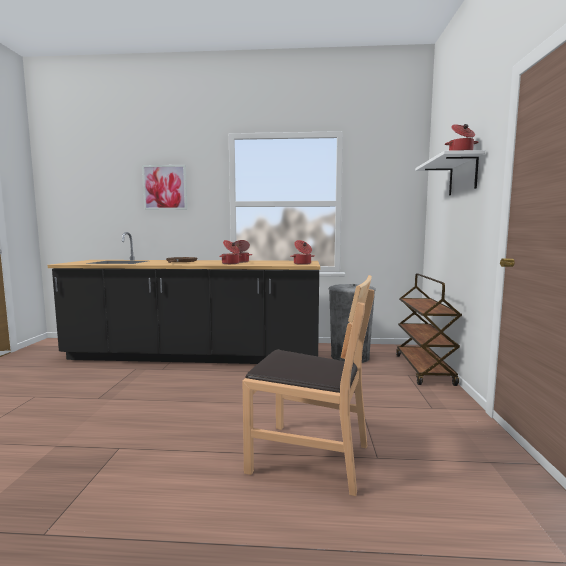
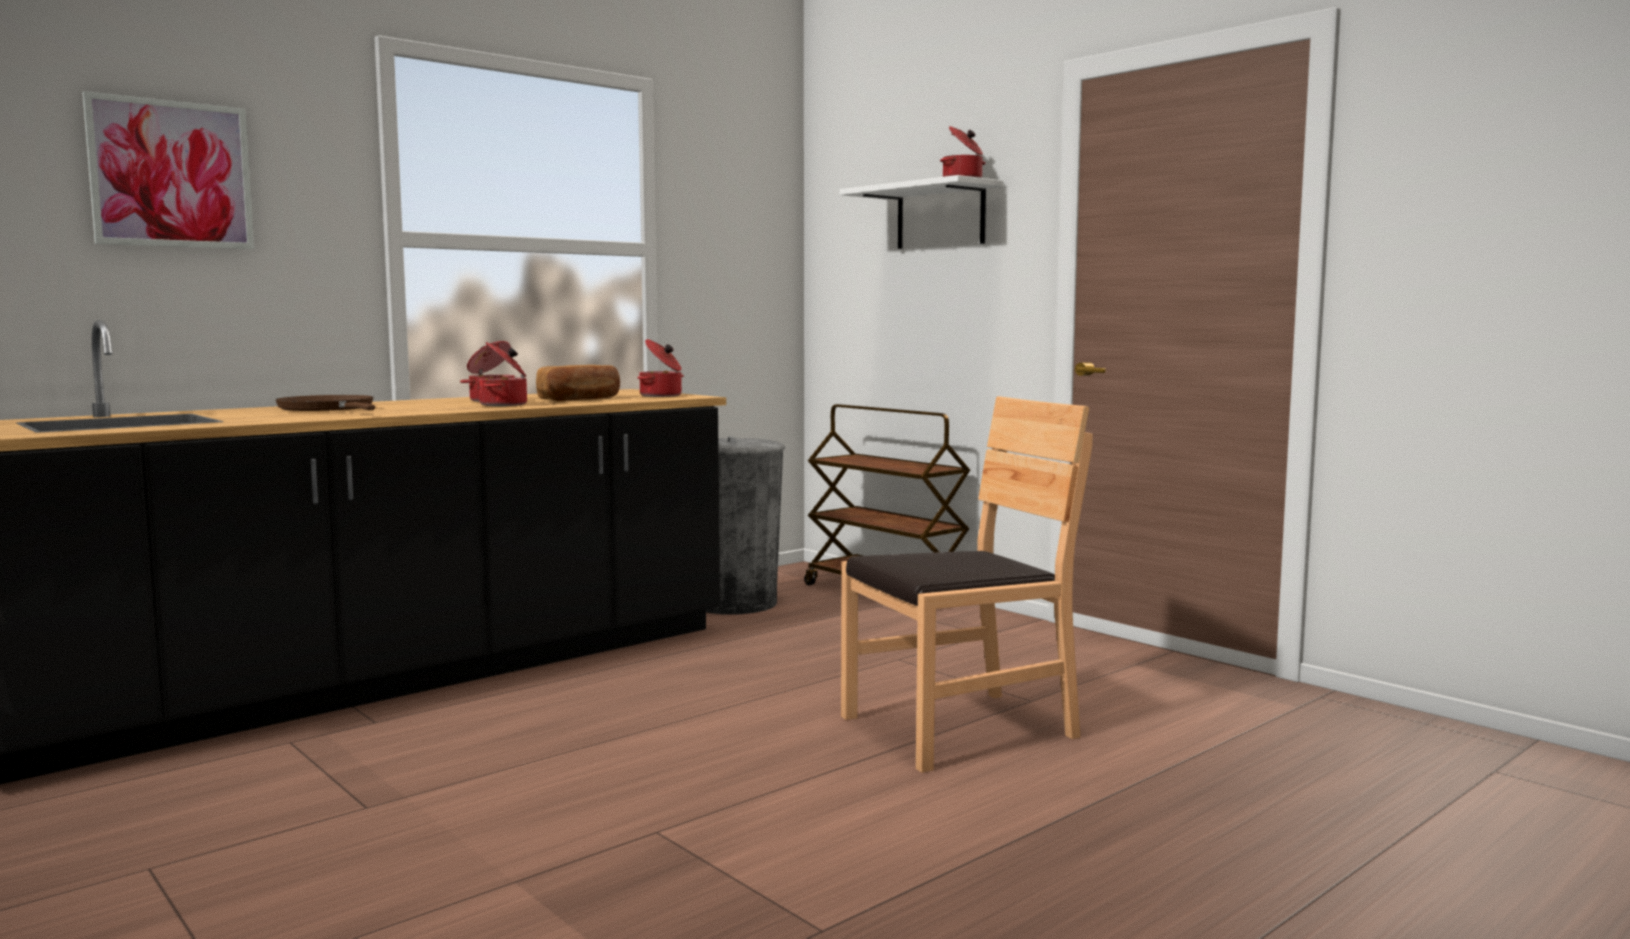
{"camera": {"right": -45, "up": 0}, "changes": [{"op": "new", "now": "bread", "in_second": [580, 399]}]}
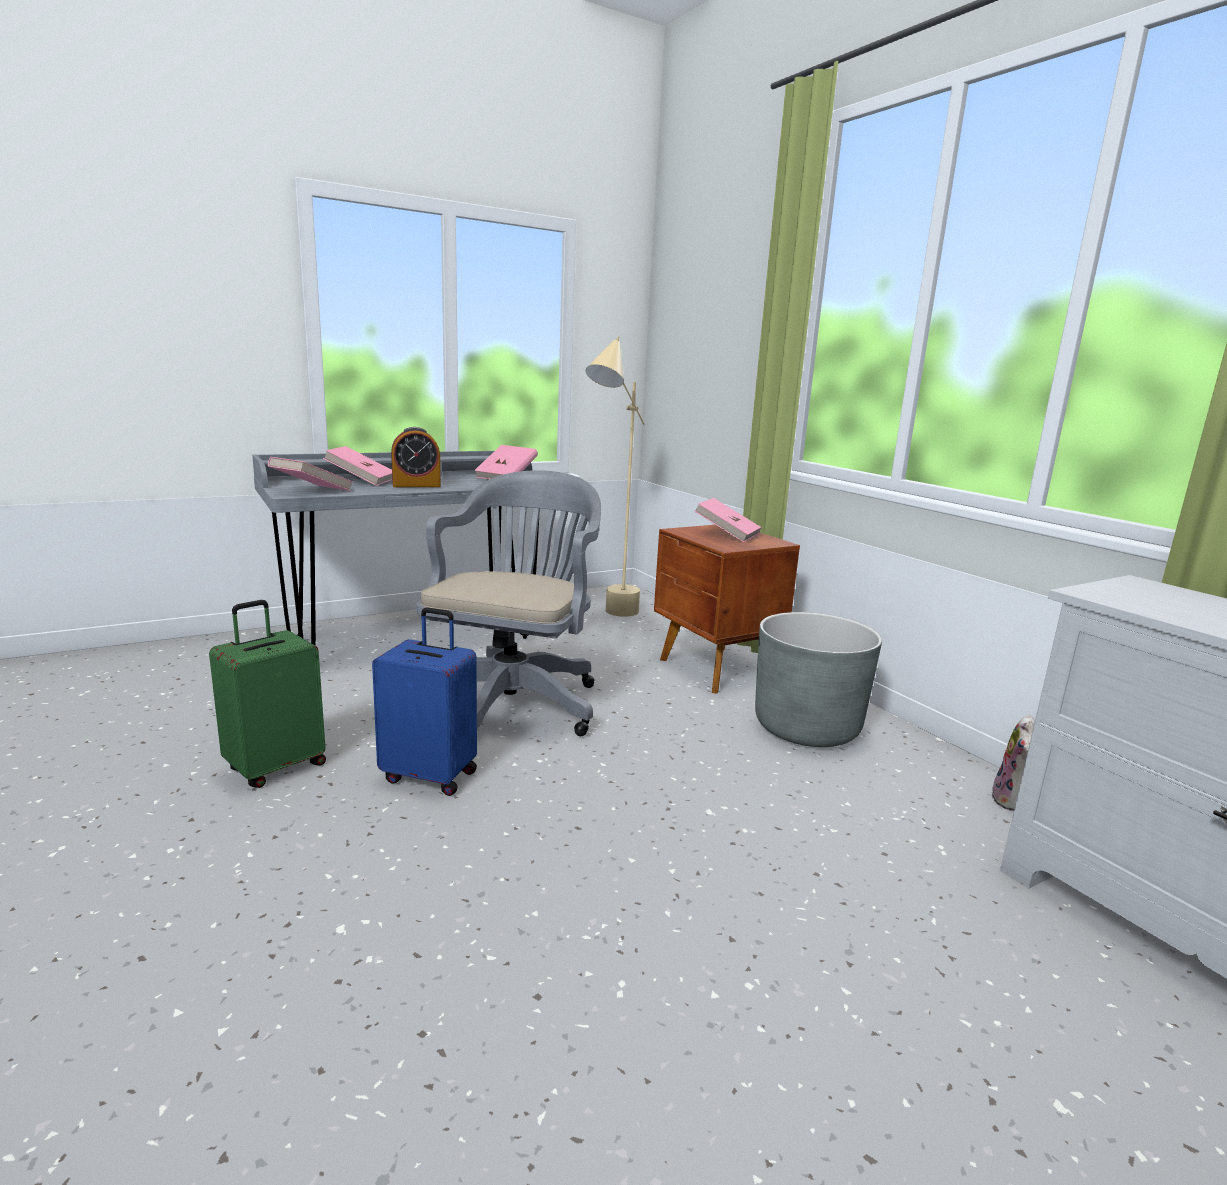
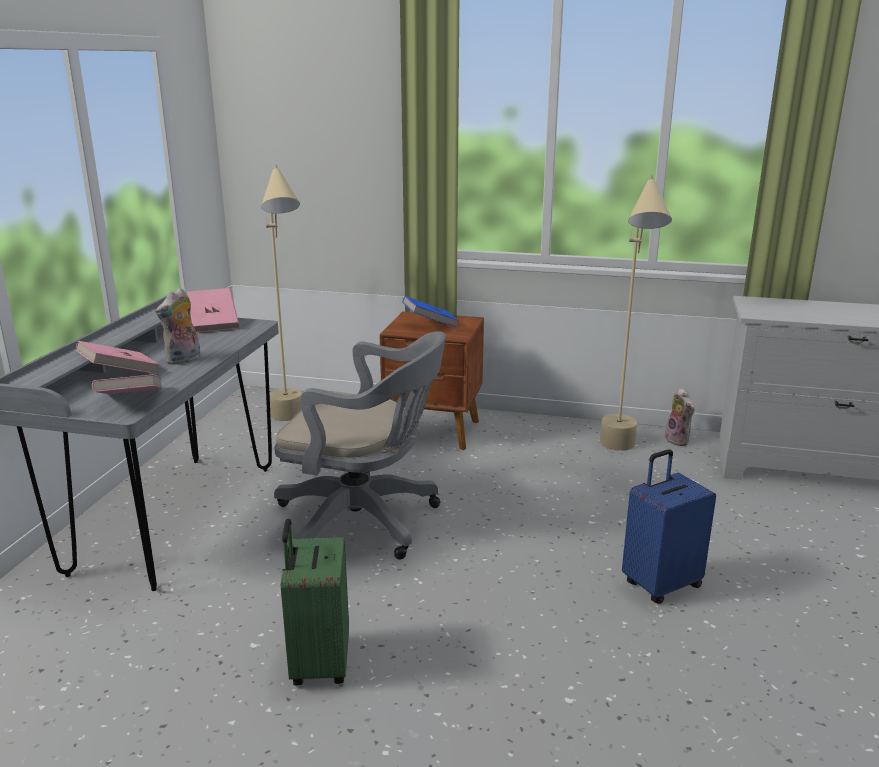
{"camera": {"right": -45, "up": 5}, "changes": [{"op": "swapped", "was": "bedside clock", "now": "plush toy", "in_first": [416, 485], "in_second": [184, 360]}, {"op": "rotated", "was": "gray office chair", "in_first": [514, 701], "in_second": [365, 521], "clockwise": 135}, {"op": "repainted", "was": "pink-coloured book", "now": "bluish book", "in_first": [726, 535], "in_second": [430, 324]}, {"op": "shifted", "was": "bluish piece of luggage", "in_first": [431, 775], "in_second": [660, 584]}, {"op": "gone", "was": "gray flower pot", "in_first": [806, 727]}, {"op": "new", "now": "beige-coloured standing lamp", "in_second": [621, 456]}]}
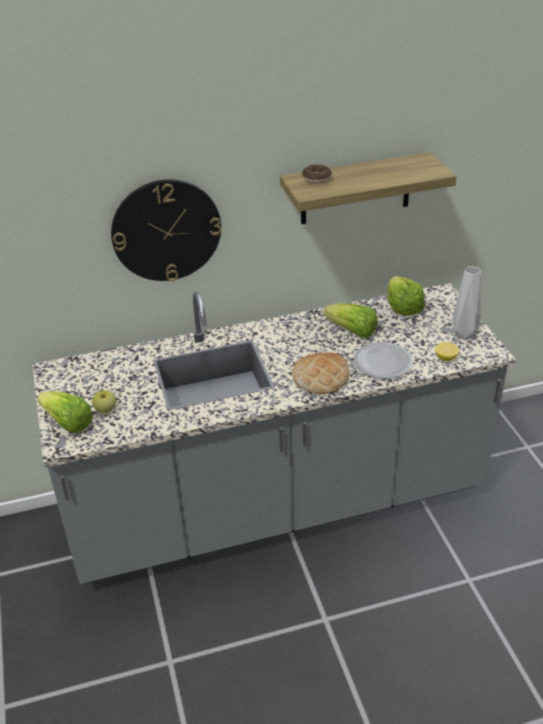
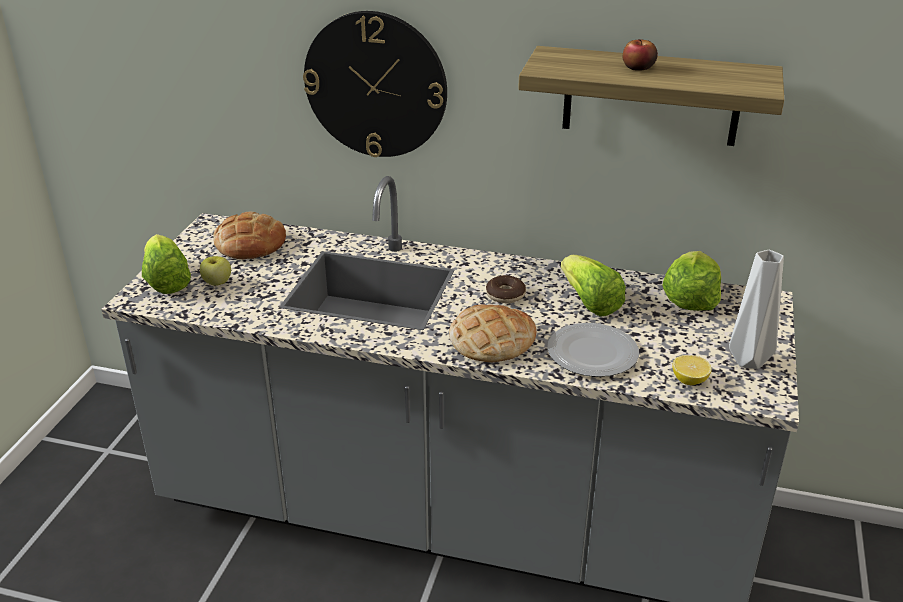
{"camera": {"right": 30, "up": -5}, "changes": [{"op": "shifted", "was": "ring doughnut", "in_first": [316, 178], "in_second": [505, 295]}, {"op": "new", "now": "whole apple", "in_second": [638, 68]}, {"op": "new", "now": "bread", "in_second": [250, 243]}]}
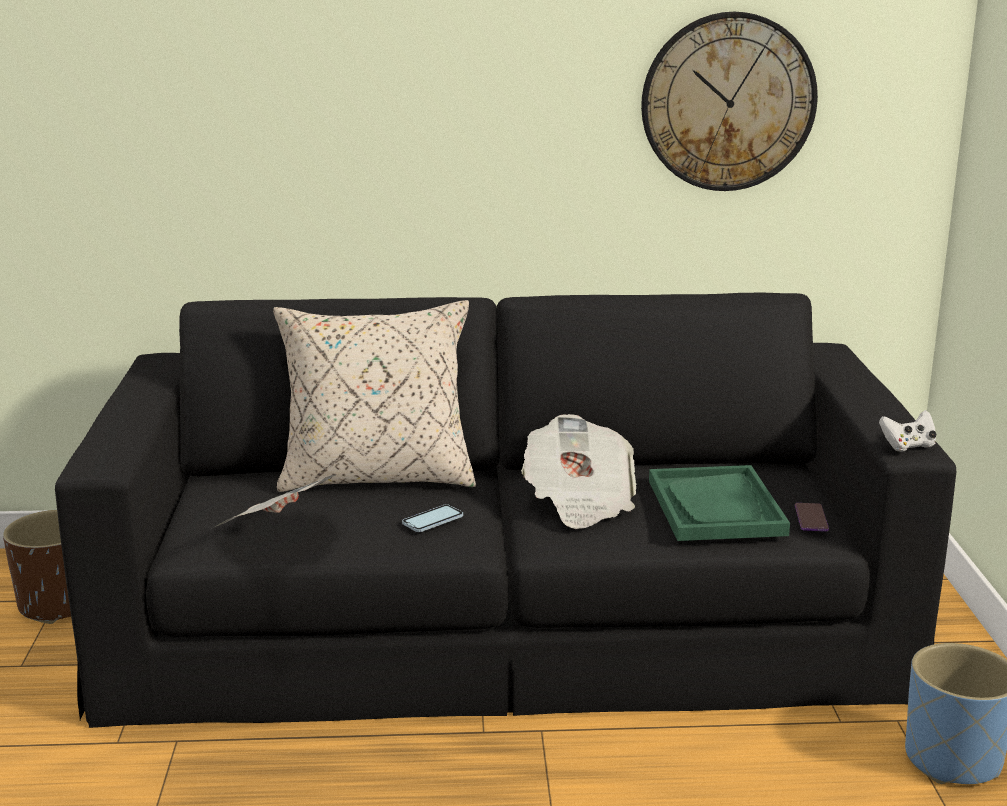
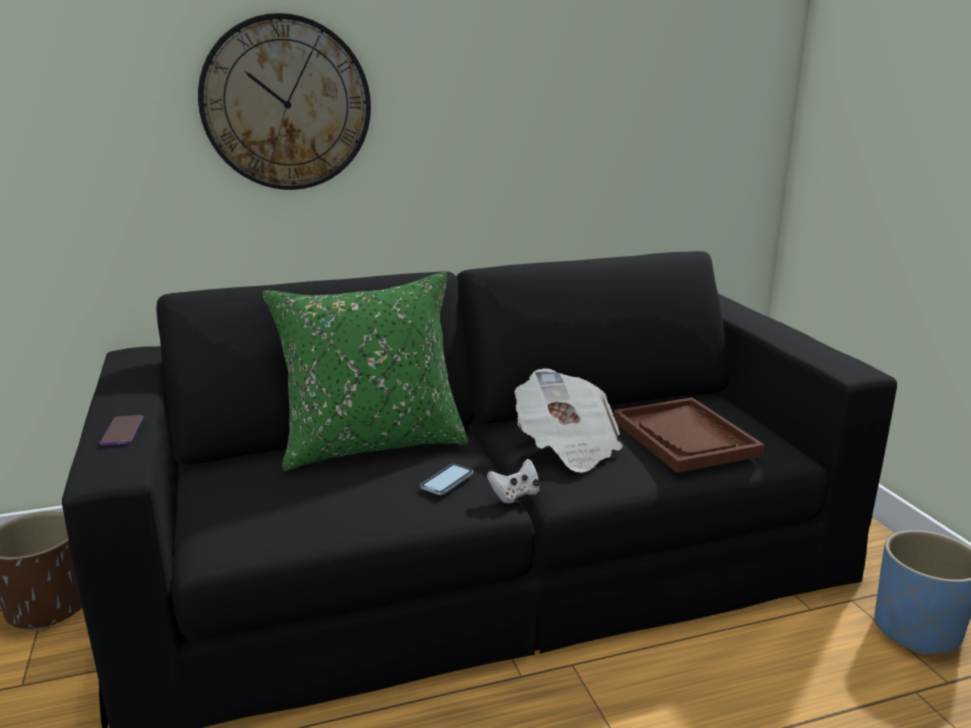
{"camera": {"right": -15, "up": 0}, "changes": [{"op": "shifted", "was": "hanging clock", "in_first": [728, 102], "in_second": [286, 104]}, {"op": "repainted", "was": "beige-coloured throw pillow", "now": "green-coloured throw pillow", "in_first": [377, 477], "in_second": [372, 444]}, {"op": "shifted", "was": "white game controller", "in_first": [908, 446], "in_second": [515, 495]}, {"op": "repainted", "was": "green-coloured serving tray", "now": "brownish serving tray", "in_first": [716, 507], "in_second": [685, 437]}, {"op": "gone", "was": "printed paper", "in_first": [274, 533]}, {"op": "shifted", "was": "handset", "in_first": [811, 518], "in_second": [122, 431]}]}
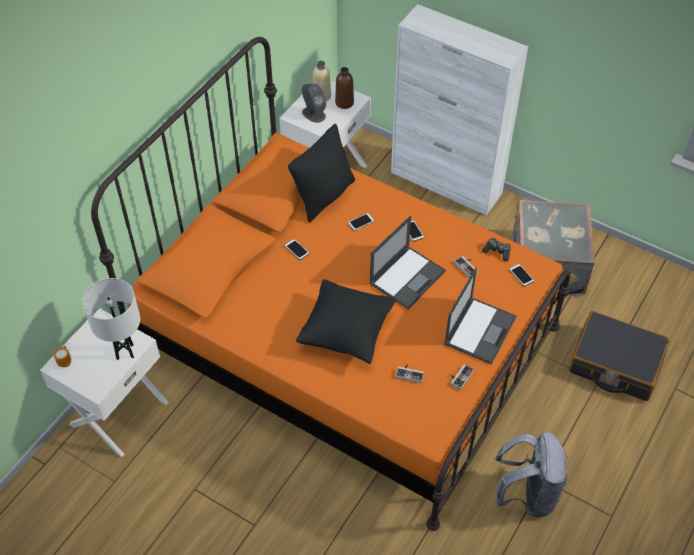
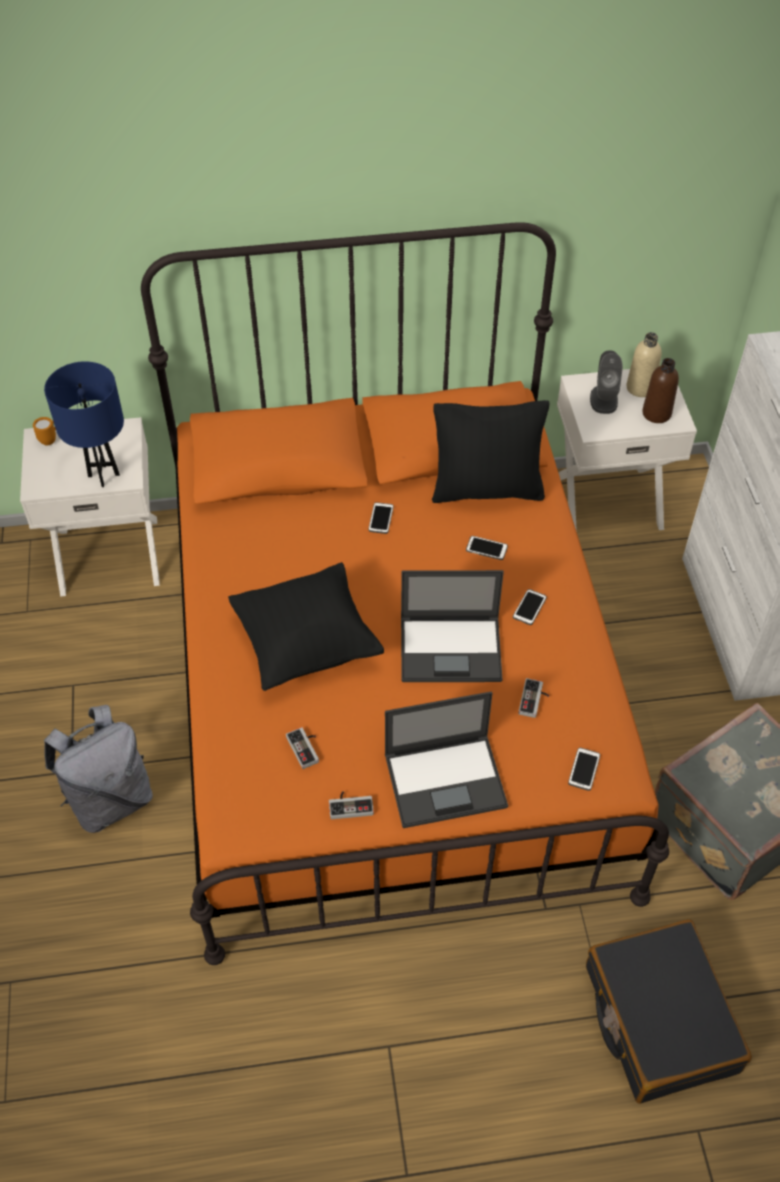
{"camera": {"right": 50, "up": 0}, "changes": [{"op": "gone", "was": "game controller", "in_first": [497, 251]}, {"op": "repainted", "was": "white table lamp", "now": "bluish table lamp", "in_first": [125, 352], "in_second": [104, 475]}, {"op": "shifted", "was": "gray backpack", "in_first": [527, 494], "in_second": [110, 799]}]}
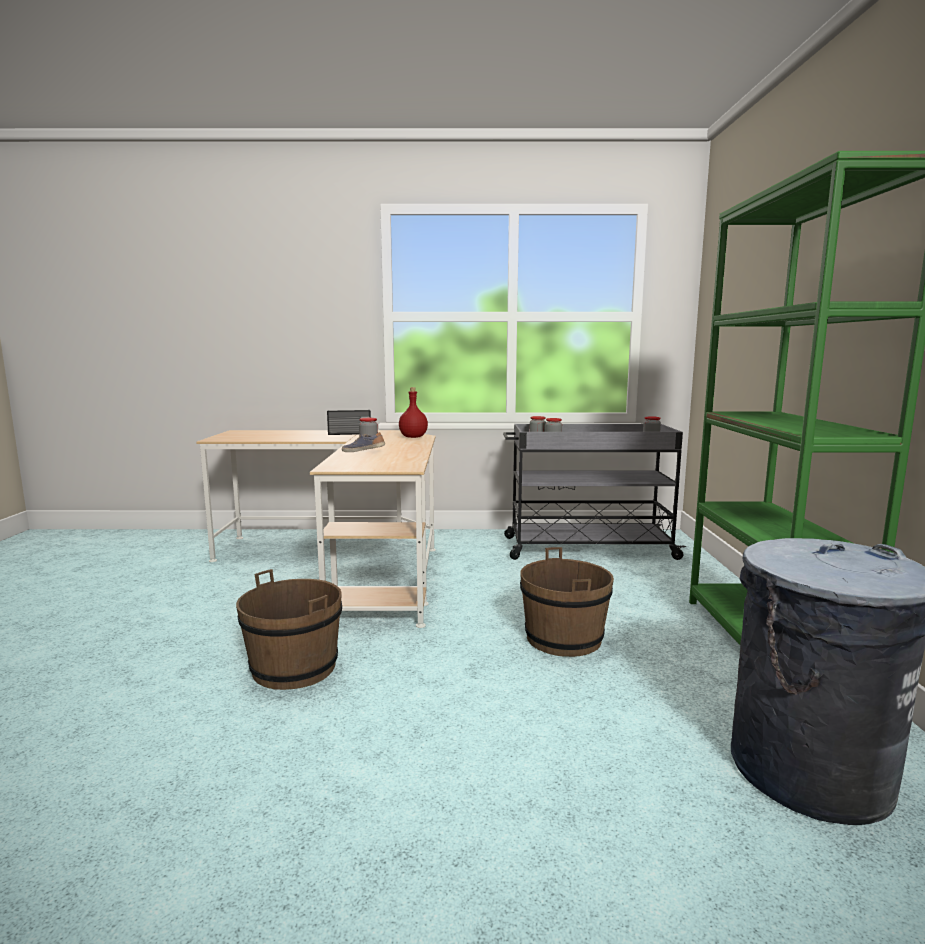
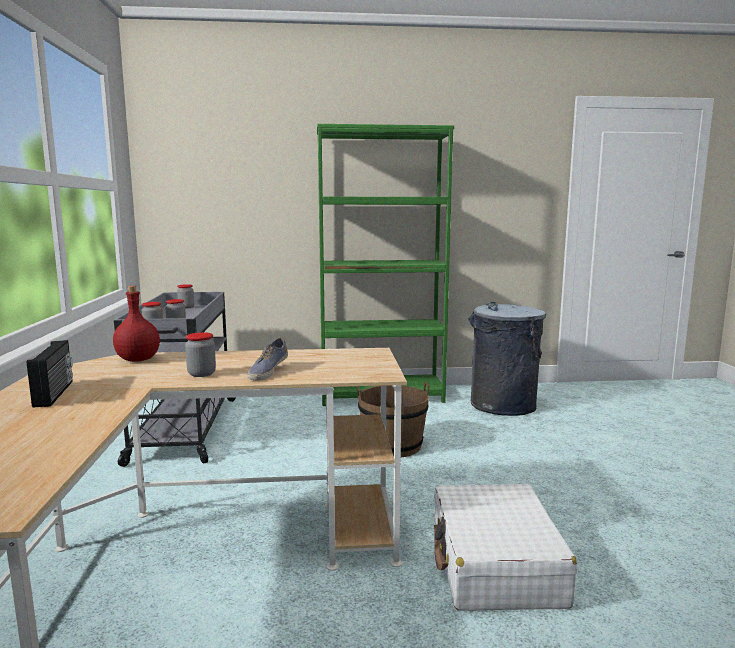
{"camera": {"right": -95, "up": 0}, "changes": [{"op": "swapped", "was": "brownish water bucket", "now": "white piece of luggage", "in_first": [294, 668], "in_second": [495, 564]}]}
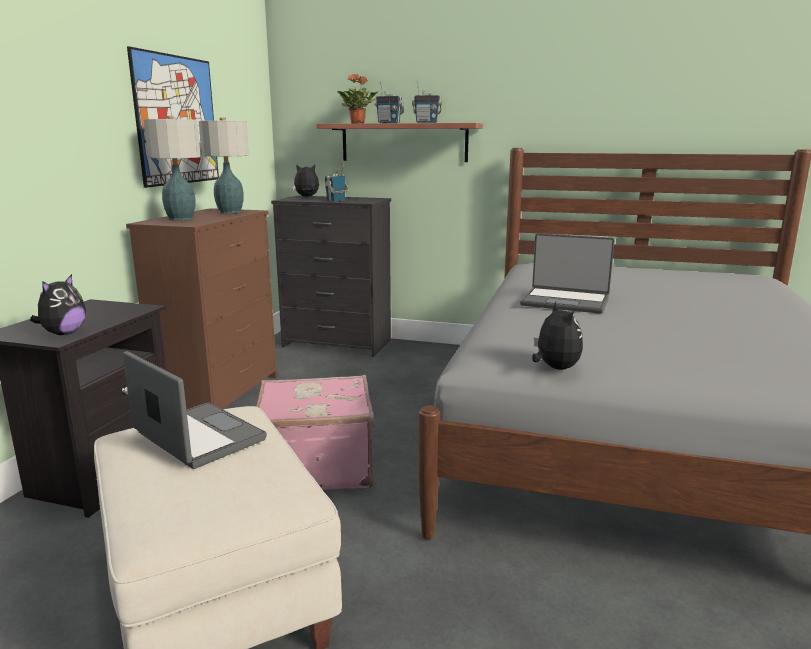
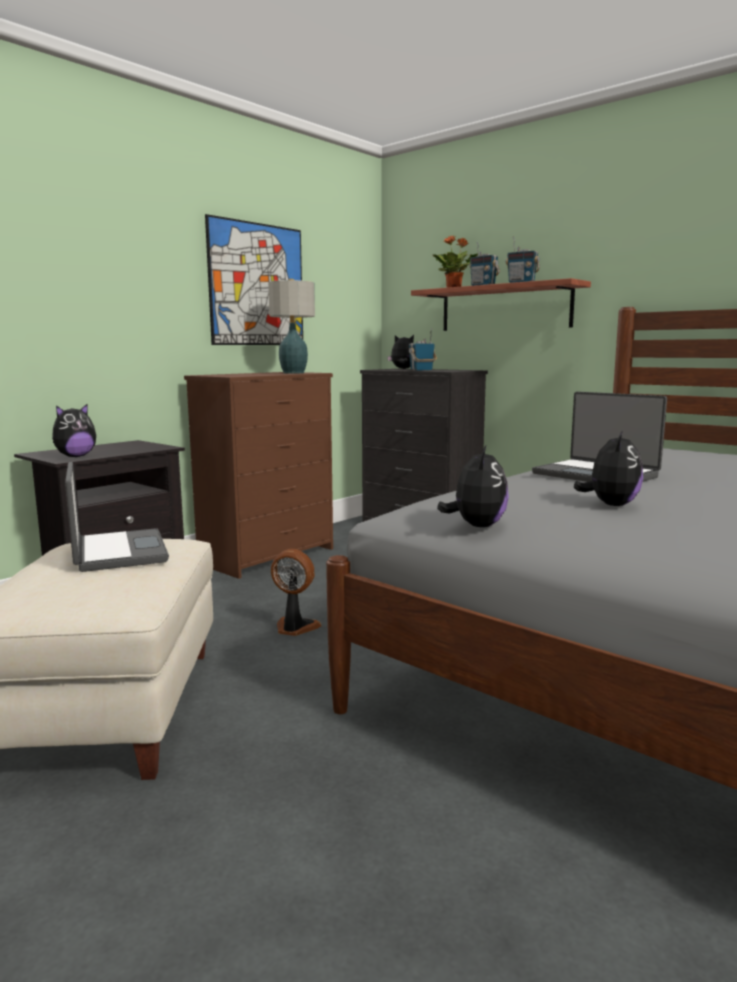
{"camera": {"right": 25, "up": -5}, "changes": [{"op": "gone", "was": "table lamp", "in_first": [181, 219]}, {"op": "swapped", "was": "pink-coloured piece of luggage", "now": "fan", "in_first": [316, 466], "in_second": [295, 628]}, {"op": "new", "now": "plush toy", "in_second": [610, 505]}]}
